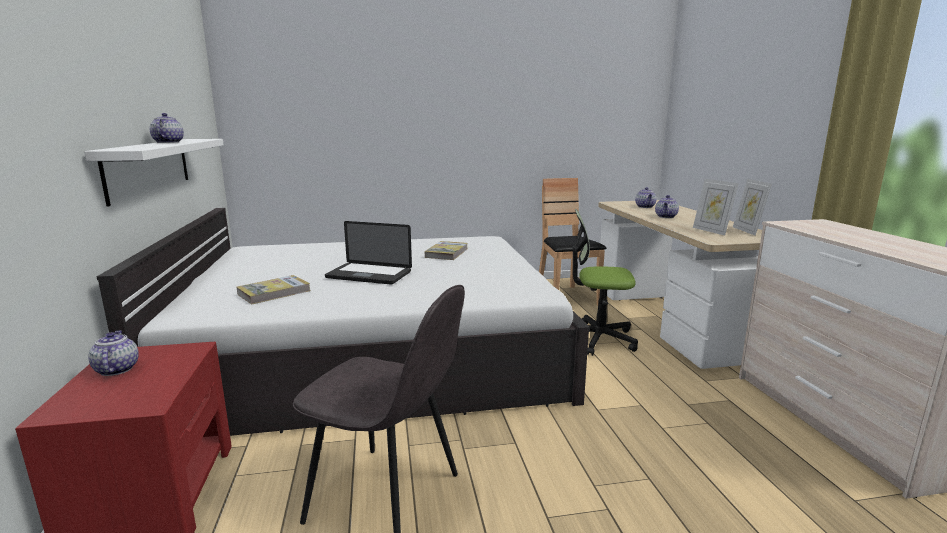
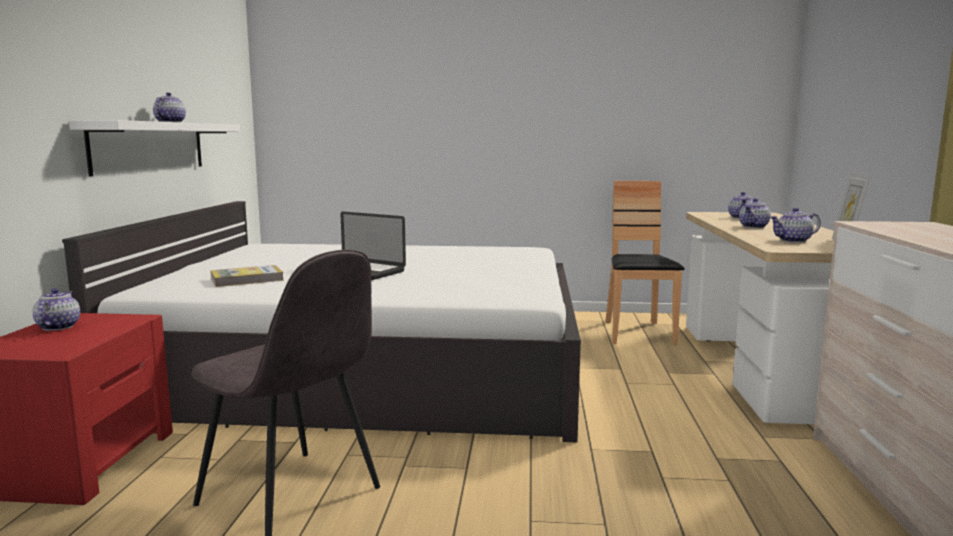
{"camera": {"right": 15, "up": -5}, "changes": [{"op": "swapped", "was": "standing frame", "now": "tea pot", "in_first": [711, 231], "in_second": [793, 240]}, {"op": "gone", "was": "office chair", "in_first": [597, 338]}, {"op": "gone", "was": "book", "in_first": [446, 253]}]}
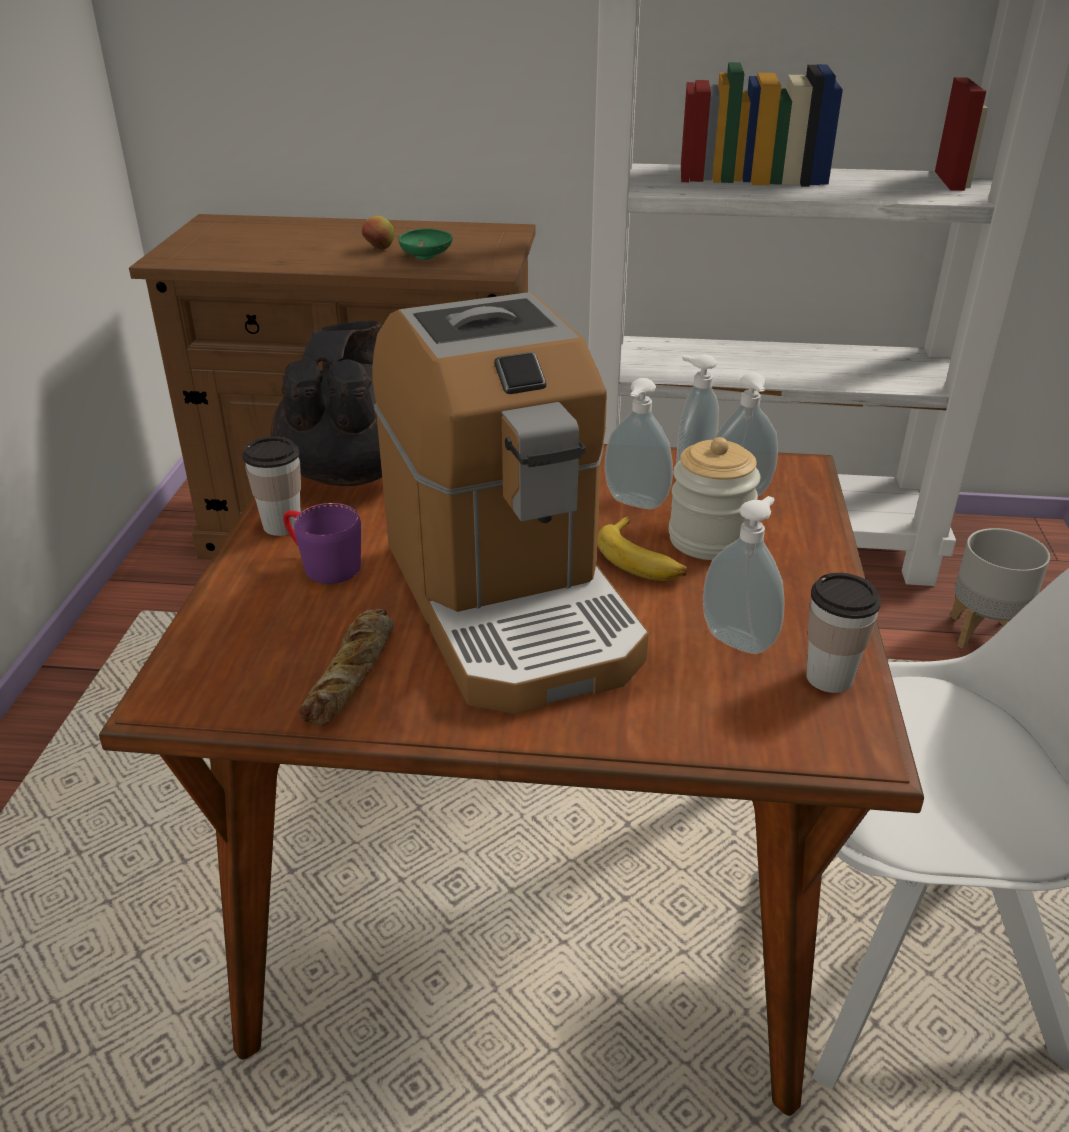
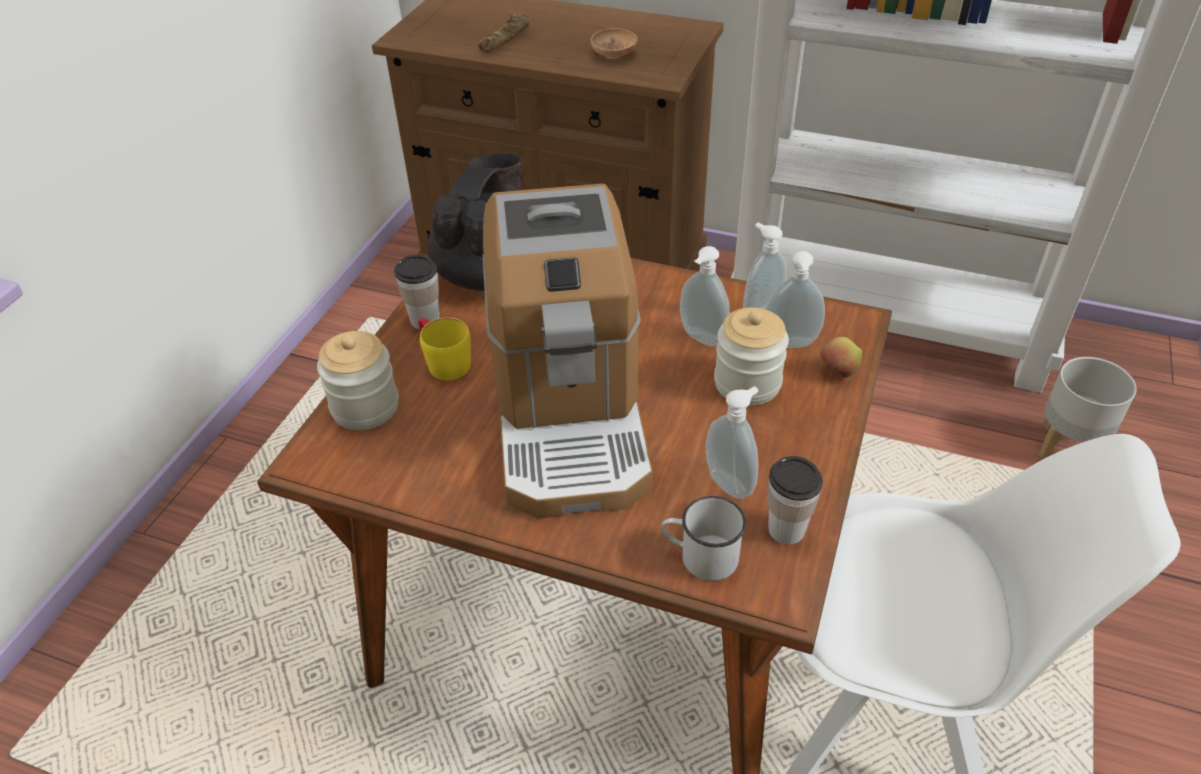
{"camera": {"right": 15, "up": 10}, "changes": [{"op": "shifted", "was": "whole apple", "in_first": [379, 249], "in_second": [838, 372]}, {"op": "repainted", "was": "green-coloured serving bowl", "now": "brownish serving bowl", "in_first": [426, 256], "in_second": [614, 55]}, {"op": "repainted", "was": "purple tea mug", "now": "yellow-coloured tea mug", "in_first": [322, 564], "in_second": [443, 361]}, {"op": "gone", "was": "banana", "in_first": [642, 560]}, {"op": "shifted", "was": "bread", "in_first": [353, 674], "in_second": [506, 39]}, {"op": "new", "now": "preserve jar", "in_second": [365, 407]}, {"op": "new", "now": "white tea mug", "in_second": [700, 556]}]}
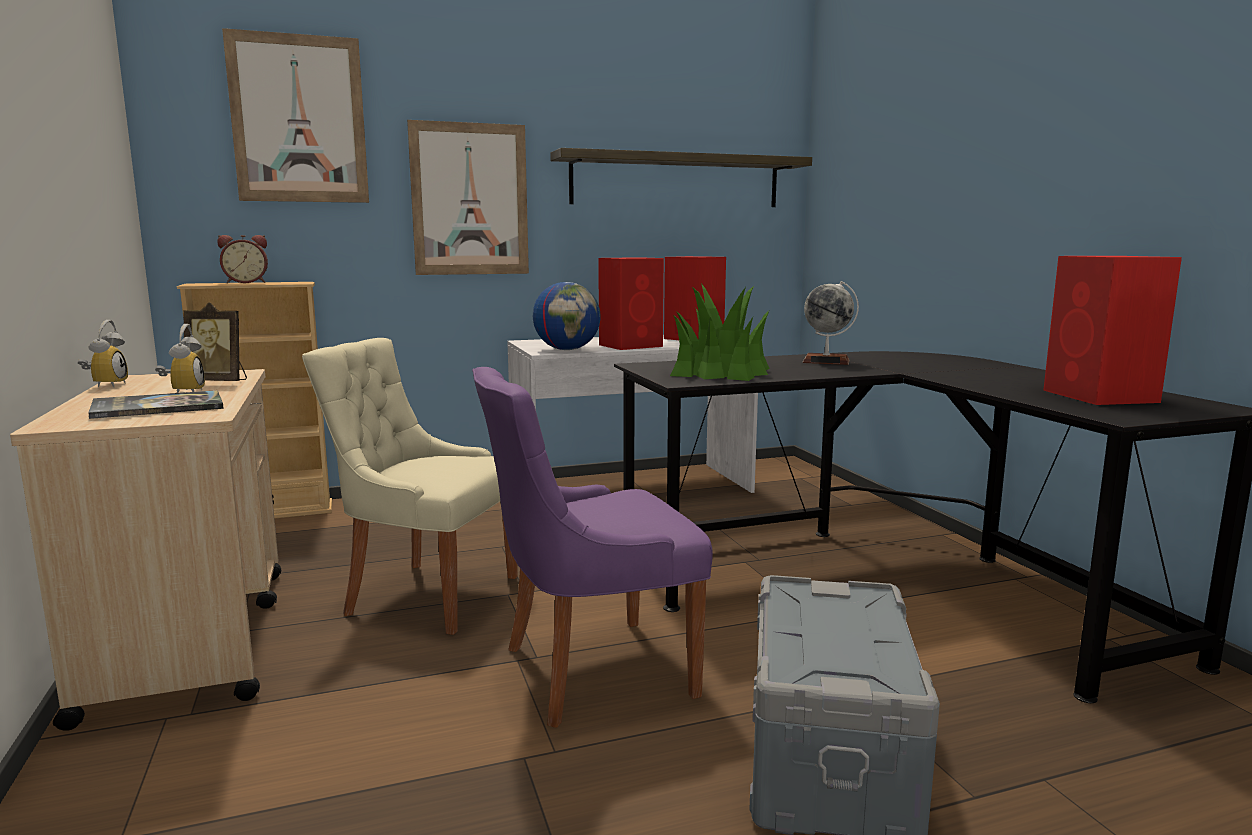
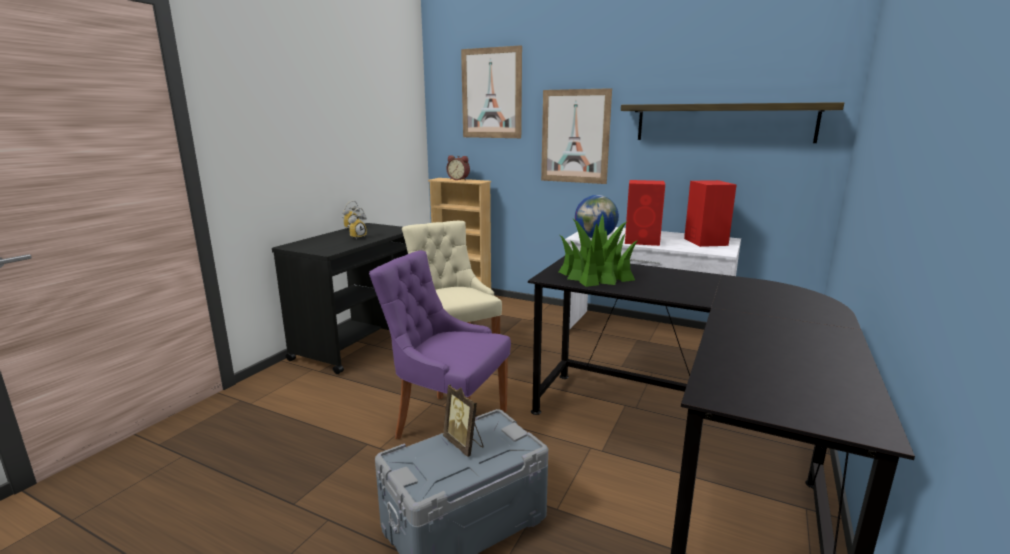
{"camera": {"right": 45, "up": 5}, "changes": [{"op": "gone", "was": "red audio speaker", "in_first": [1101, 396]}, {"op": "gone", "was": "world globe", "in_first": [826, 361]}, {"op": "shifted", "was": "standing frame", "in_first": [219, 382], "in_second": [464, 444]}, {"op": "repainted", "was": "beige-coloured wheeled cart", "now": "blackish wheeled cart", "in_first": [191, 638], "in_second": [360, 342]}, {"op": "gone", "was": "book", "in_first": [158, 407]}]}
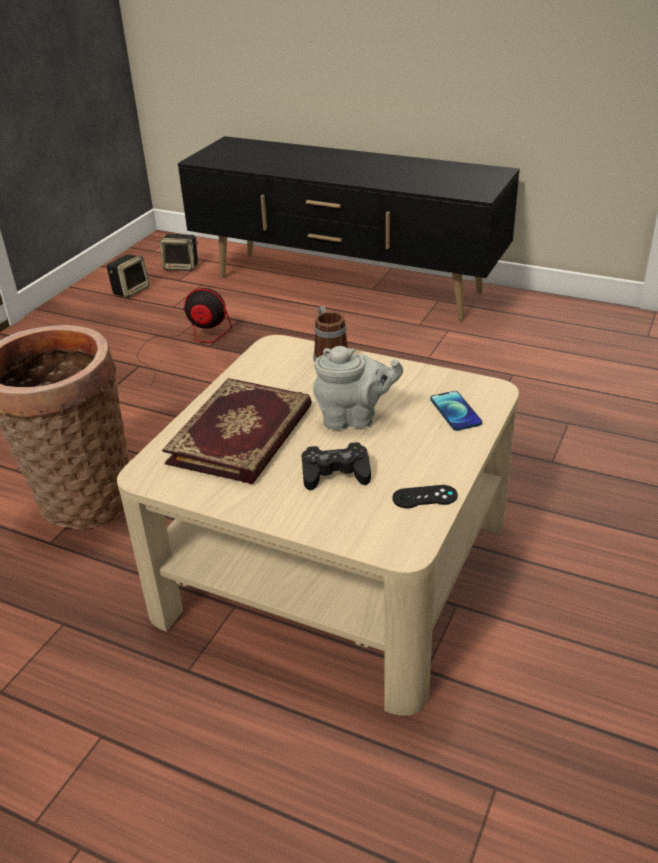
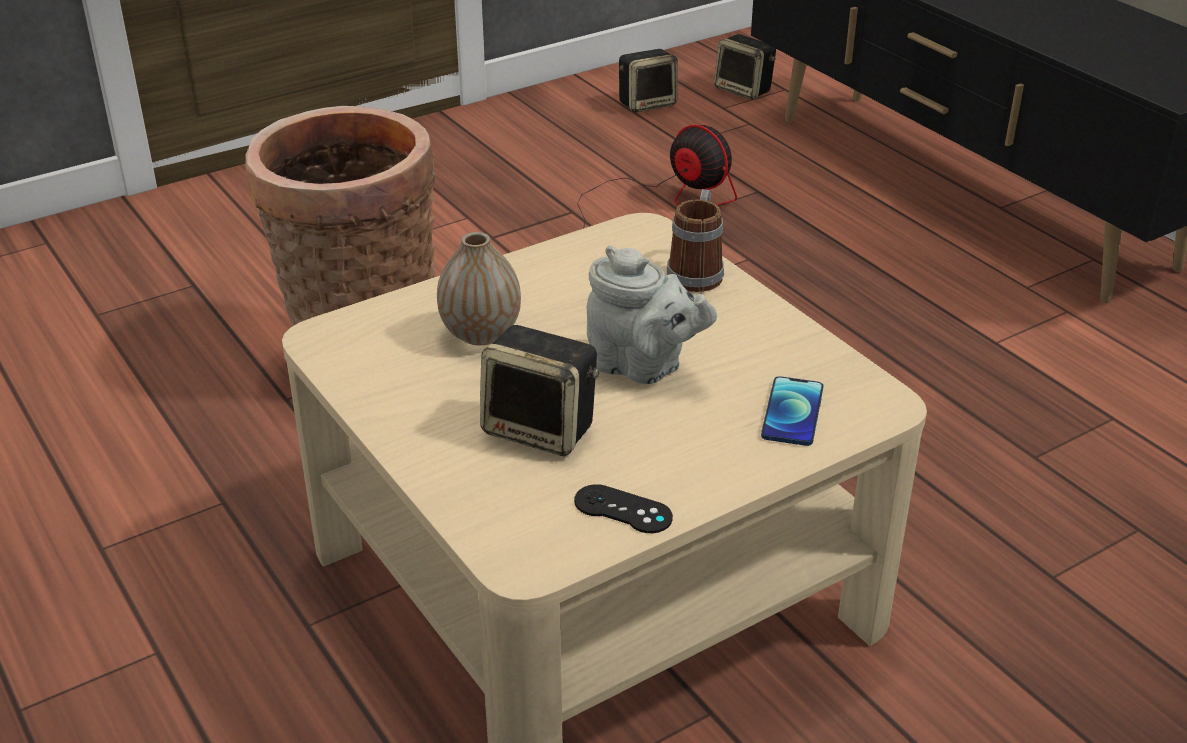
{"camera": {"right": 30, "up": 0}, "changes": [{"op": "swapped", "was": "book", "now": "vase", "in_first": [243, 435], "in_second": [480, 334]}, {"op": "swapped", "was": "blackish game controller", "now": "audio speaker", "in_first": [335, 473], "in_second": [542, 429]}]}
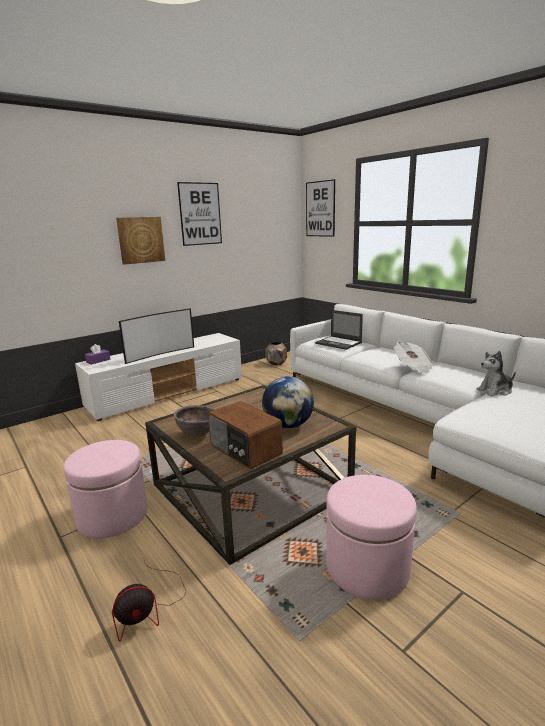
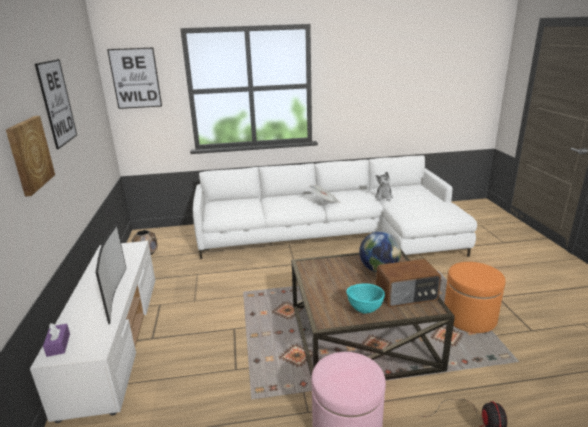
{"camera": {"right": -60, "up": 5}, "changes": [{"op": "gone", "was": "laptop", "in_first": [339, 343]}, {"op": "repainted", "was": "brownish serving bowl", "now": "turquoise-coloured serving bowl", "in_first": [198, 435], "in_second": [365, 310]}, {"op": "repainted", "was": "pink-coloured footrest", "now": "orange footrest", "in_first": [367, 567], "in_second": [469, 317]}]}
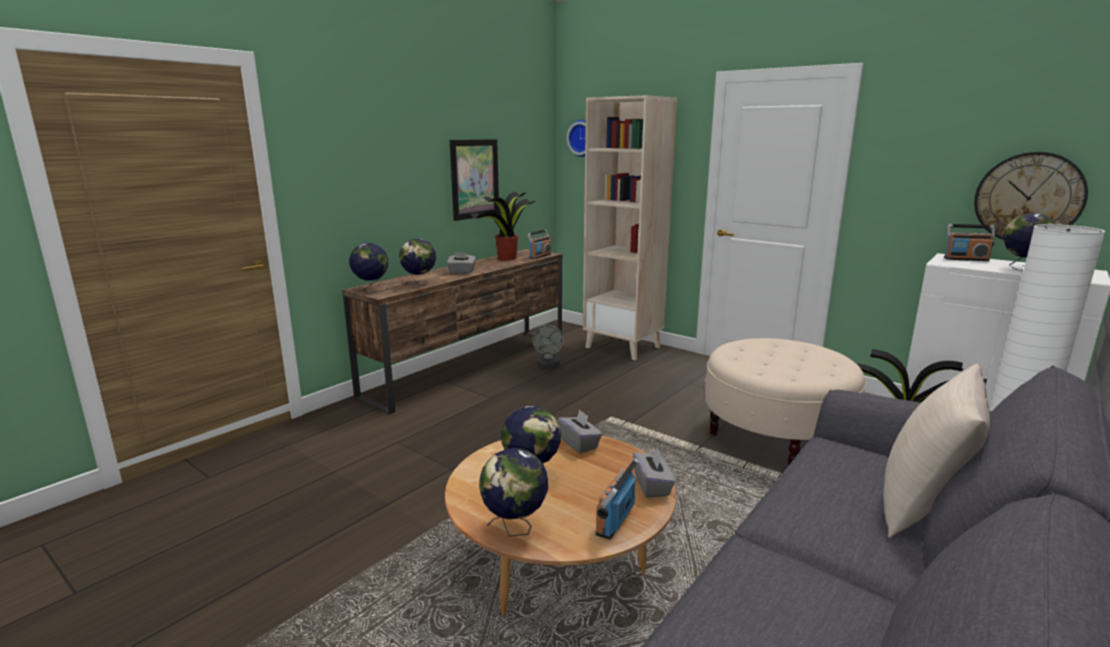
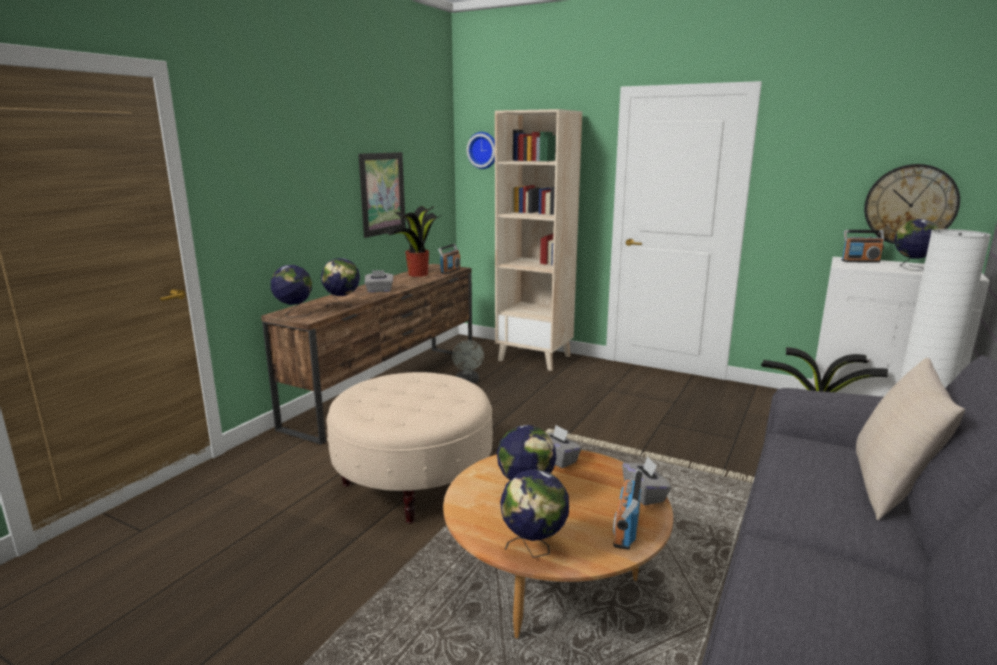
{"camera": {"right": -10, "up": 0}, "changes": [{"op": "shifted", "was": "beige-coloured footrest", "in_first": [775, 436], "in_second": [414, 481]}]}
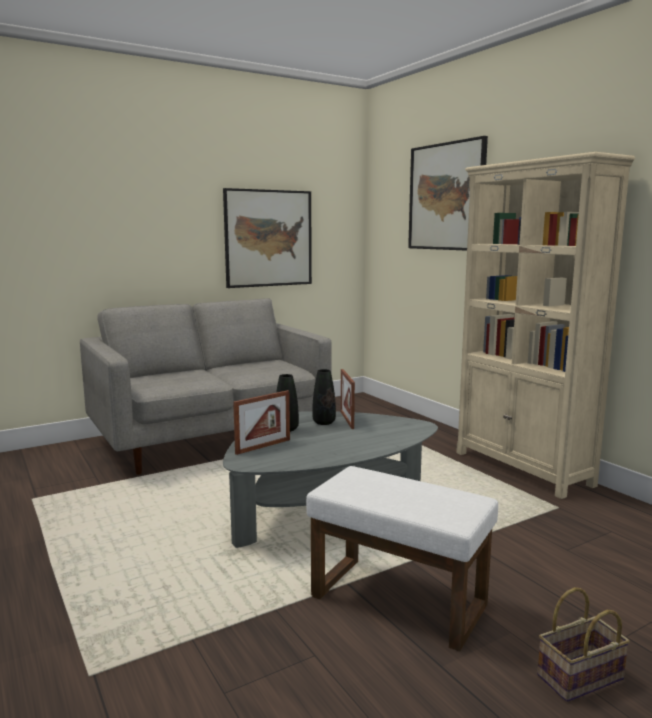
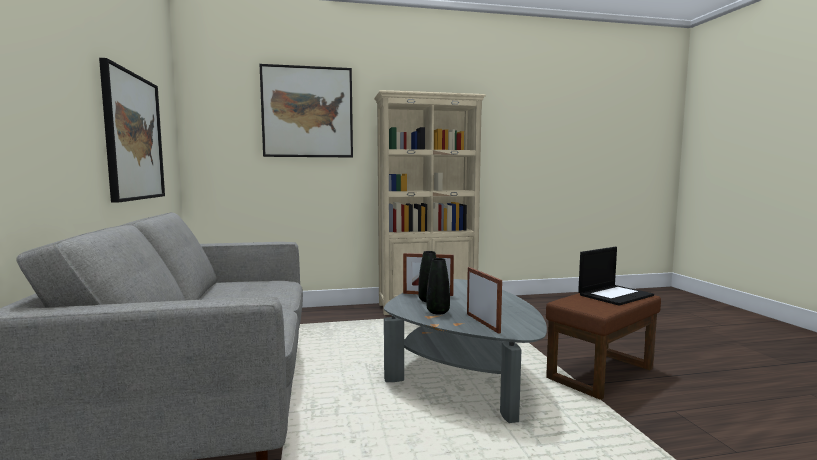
{"camera": {"right": -70, "up": -5}, "changes": [{"op": "repainted", "was": "white footrest", "now": "brownish footrest", "in_first": [400, 600], "in_second": [600, 372]}, {"op": "gone", "was": "basket", "in_first": [579, 679]}, {"op": "new", "now": "laptop", "in_second": [615, 295]}]}
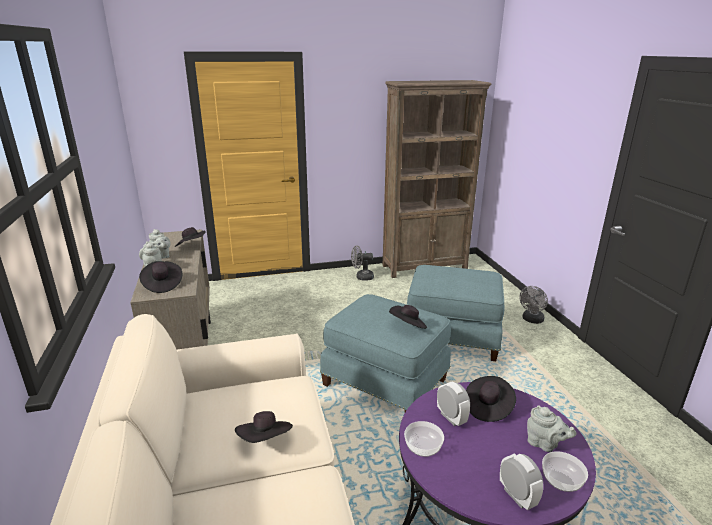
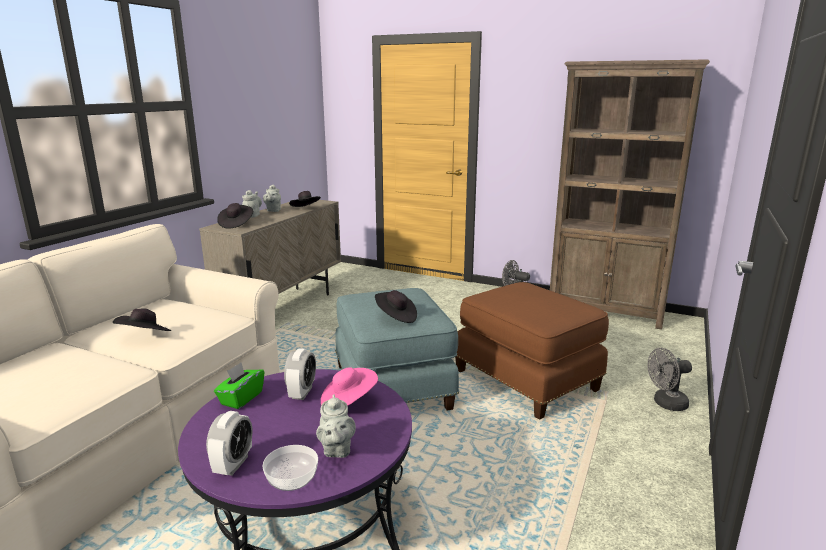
{"camera": {"right": 40, "up": -5}, "changes": [{"op": "repainted", "was": "bluish footrest", "now": "brownish footrest", "in_first": [451, 336], "in_second": [527, 379]}, {"op": "repainted", "was": "blackish wearable hat", "now": "pink-coloured wearable hat", "in_first": [488, 407], "in_second": [348, 401]}, {"op": "swapped", "was": "serving bowl", "now": "green-coloured tissue holder", "in_first": [423, 447], "in_second": [241, 398]}]}
